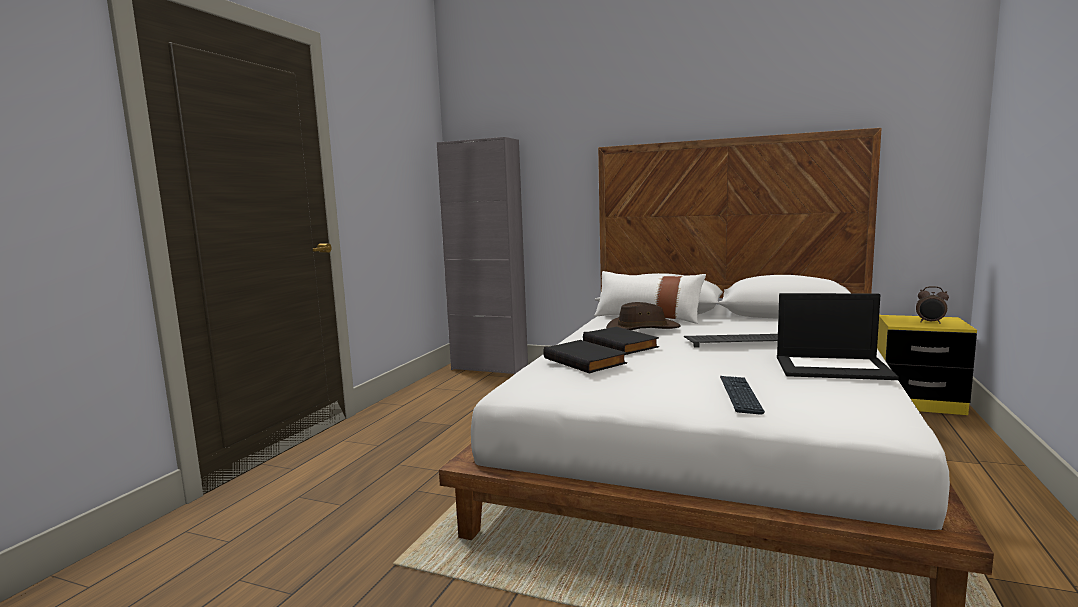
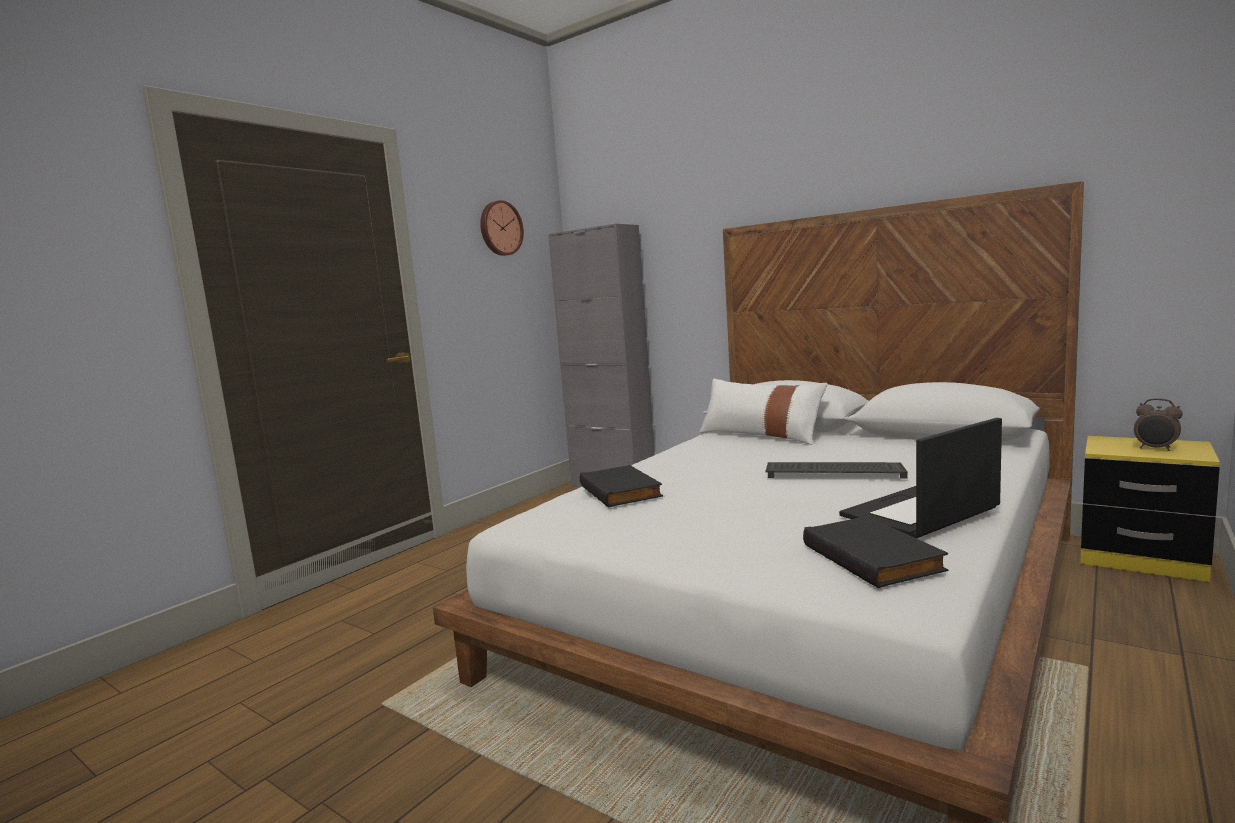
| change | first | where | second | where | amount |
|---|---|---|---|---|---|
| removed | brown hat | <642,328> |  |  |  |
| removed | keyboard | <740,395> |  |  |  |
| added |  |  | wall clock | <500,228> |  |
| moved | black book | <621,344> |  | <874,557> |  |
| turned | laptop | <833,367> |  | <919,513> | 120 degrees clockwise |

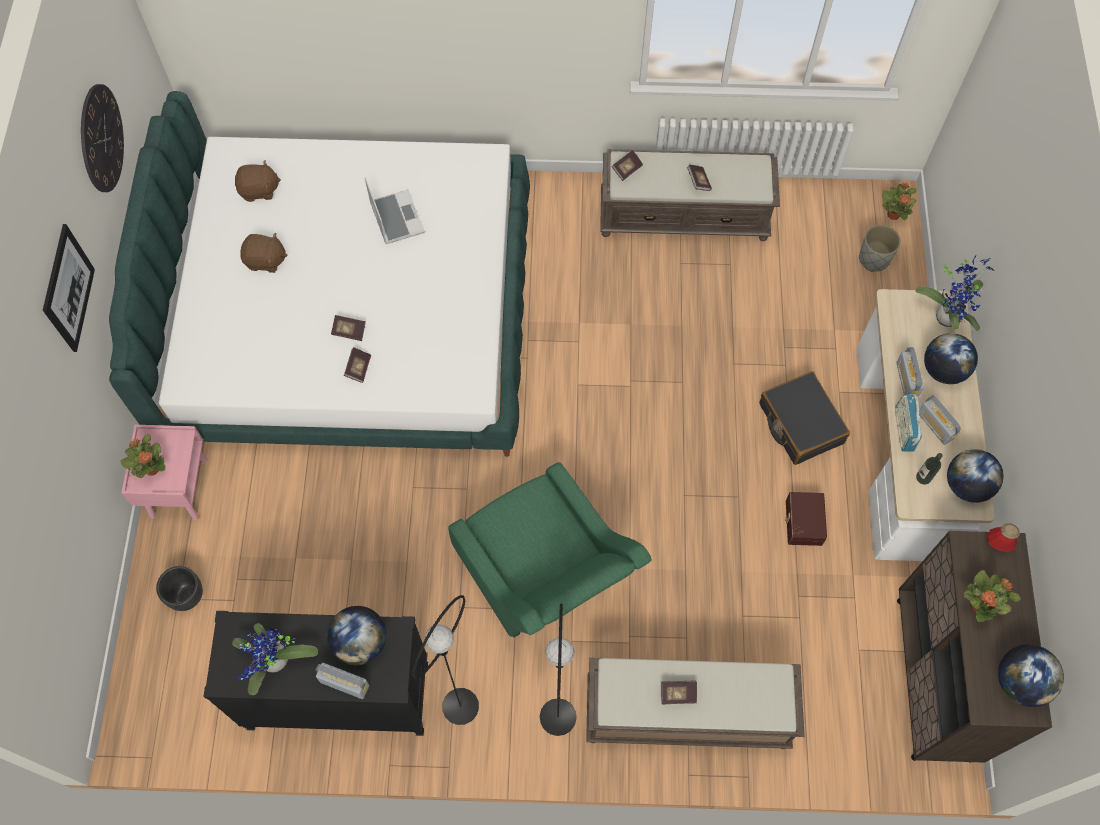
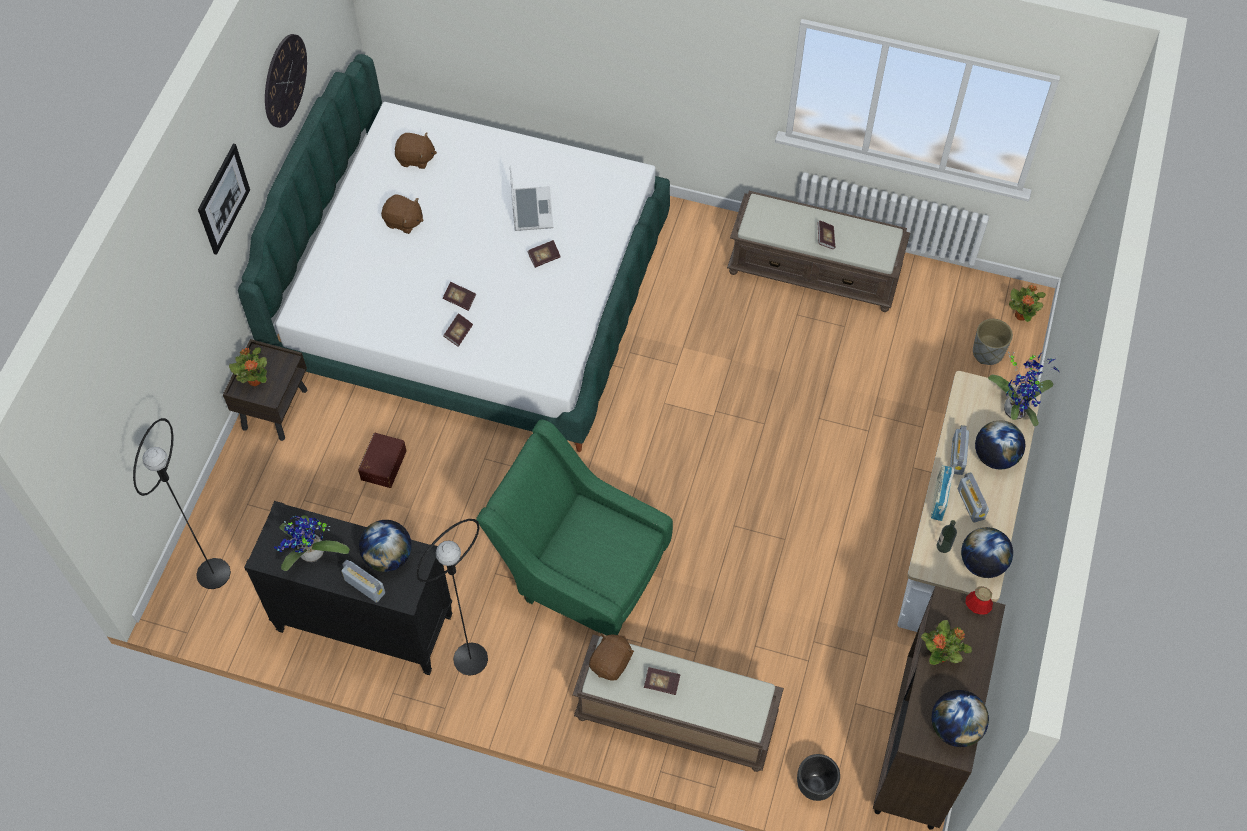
| change | first | where | second | where | amount |
|---|---|---|---|---|---|
| removed | black suitcase | <800,423> |  |  |  |
| added |  |  | brown plush toy | <611,663> |  |
| moved | black planter | <186,596> |  | <814,785> |  |
| moved | black floor lamp | <558,717> |  | <213,574> |  |
| moved | book | <627,169> |  | <544,257> |  |
| moved | brown storage box | <802,522> |  | <382,464> |  |
| recoloured | pink nightstand | <179,487> | brown nightstand | <275,408> |  |
| turned | green armchair | <545,581> |  | <580,569> | 135 degrees clockwise |

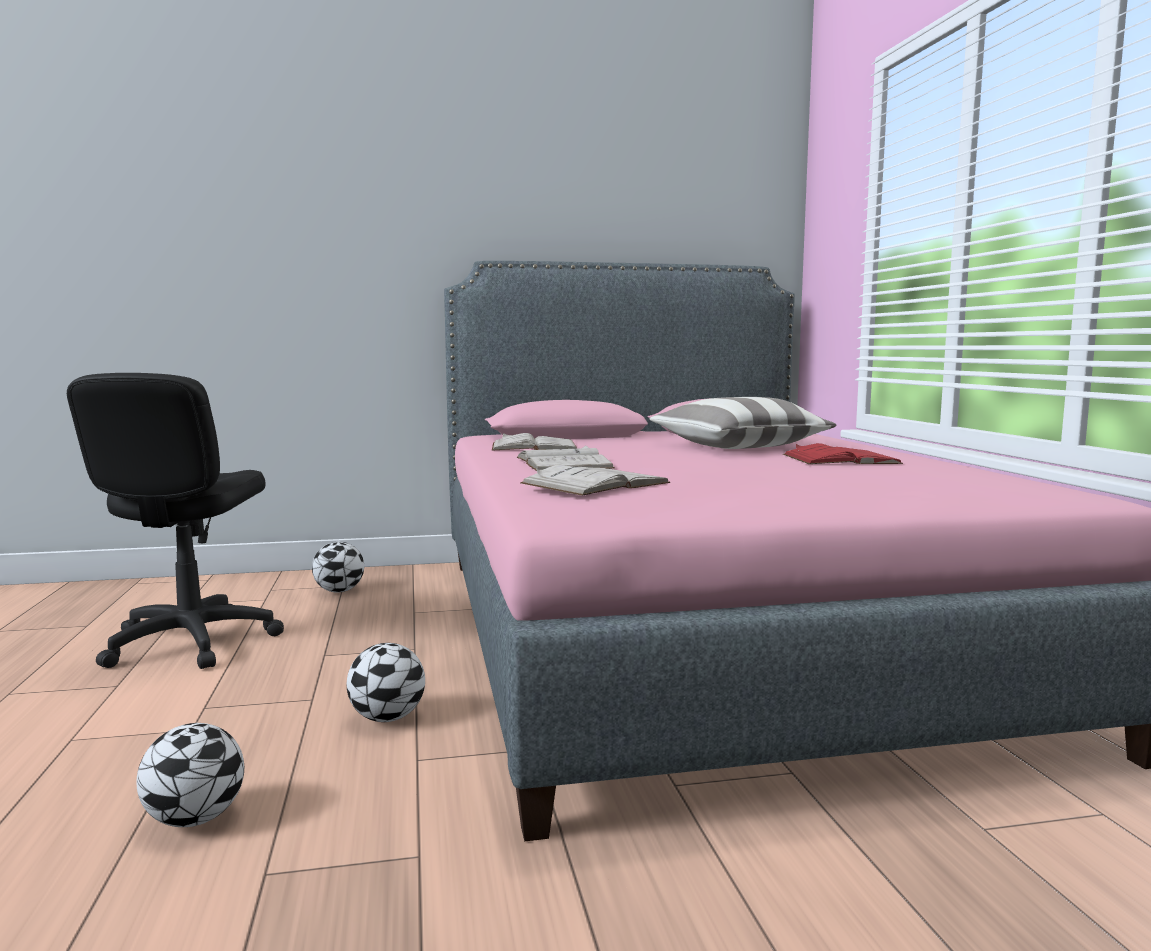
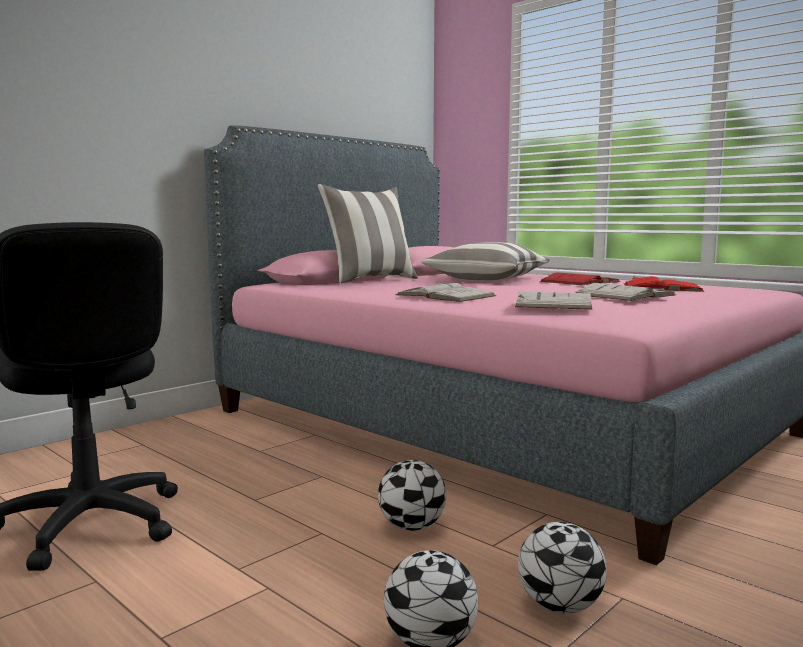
| change | first | where | second | where | amount |
|---|---|---|---|---|---|
| added |  |  | pillow | <370,280> |  |
| added |  |  | red book | <661,287> |  |
| moved | football | <339,591> |  | <560,607> |  |
| moved | white book | <534,446> |  | <624,295> |  |

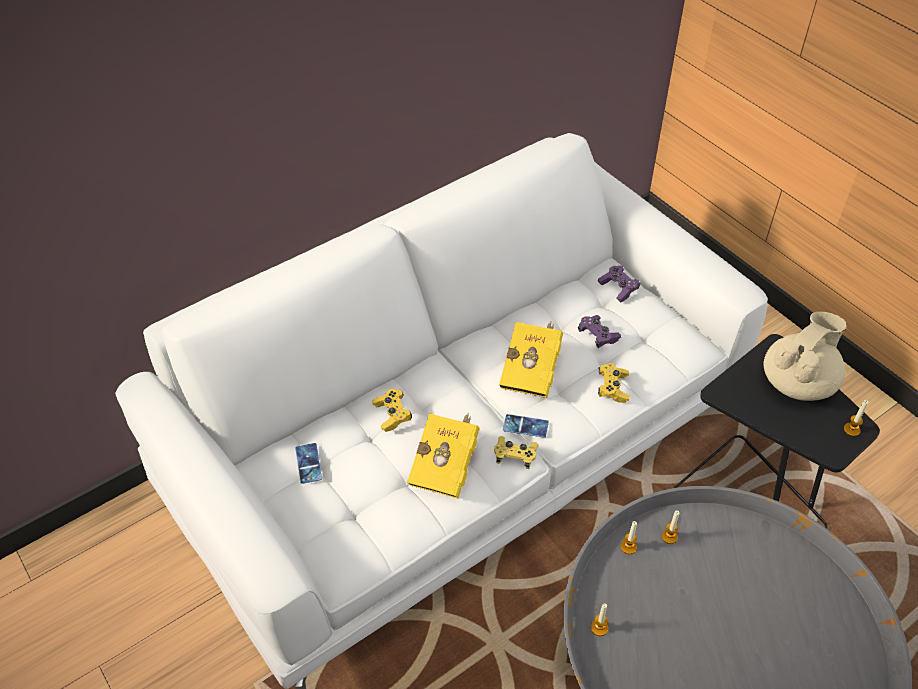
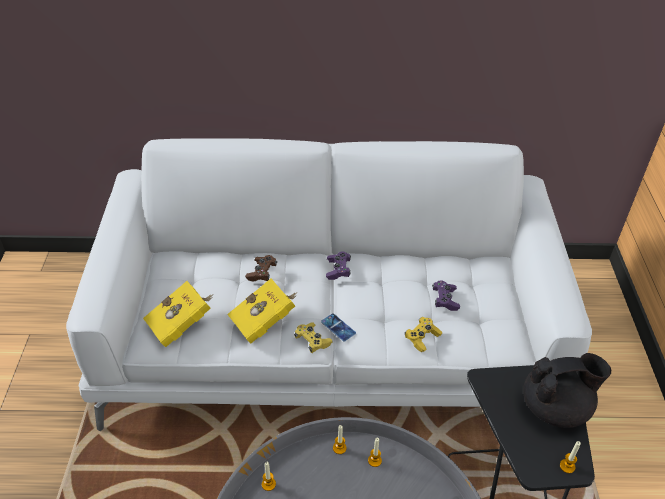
| change | first | where | second | where | amount |
|---|---|---|---|---|---|
| removed | phone | <308,463> |  |  |  |
| moved | yellow book | <532,370> |  | <182,323> |  |
| moved | purple game controller | <618,288> |  | <338,270> |  |
| recoloured | yellow game controller | <392,414> | brown game controller | <262,273> |  |
| recoloured | beige teapot | <798,382> | black teapot | <556,407> |  |

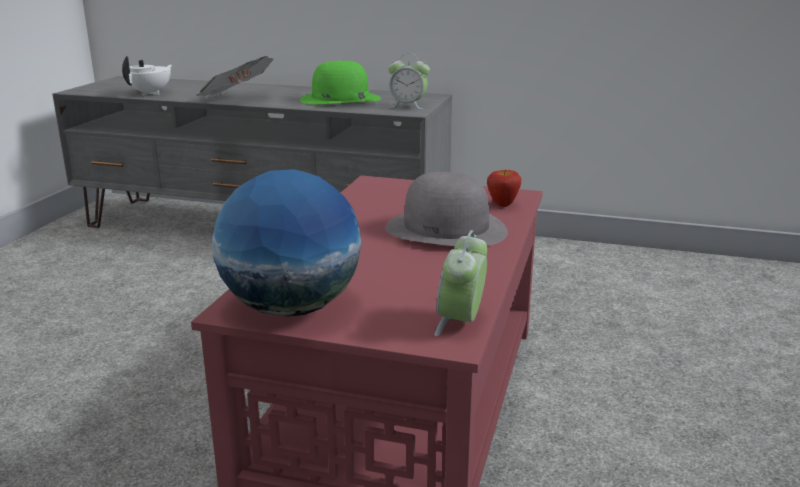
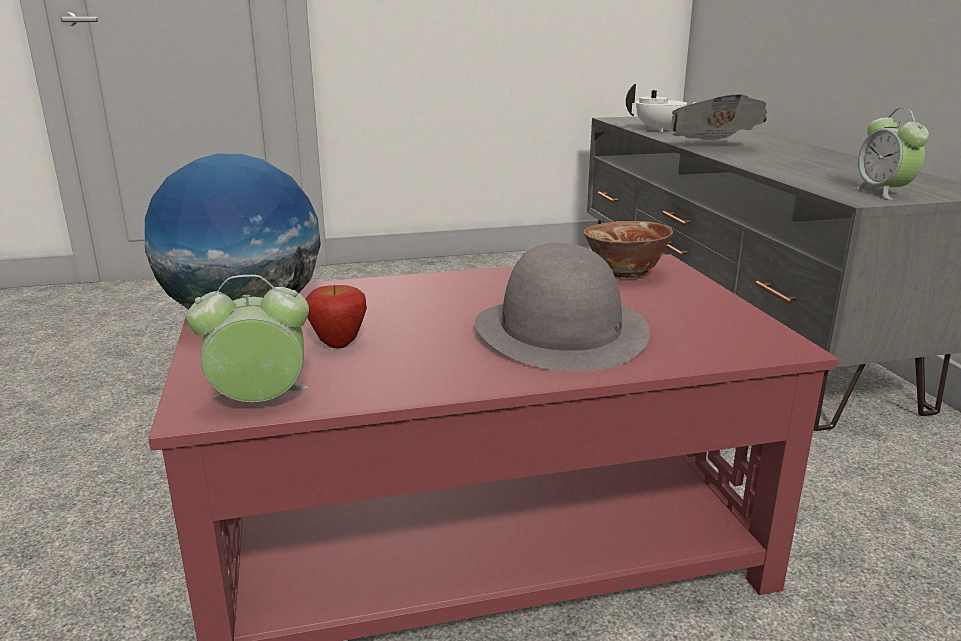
| change | first | where | second | where | amount |
|---|---|---|---|---|---|
| removed | green hat | <340,99> |  |  |  |
| added |  |  | bowl | <625,273> |  |
| moved | apple | <502,205> |  | <338,344> |  |

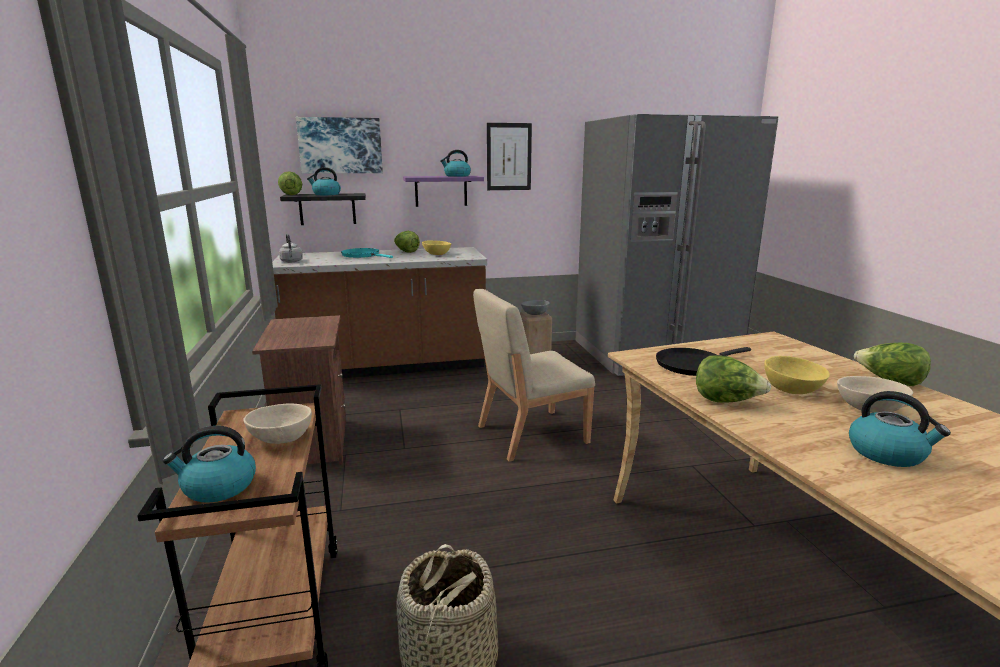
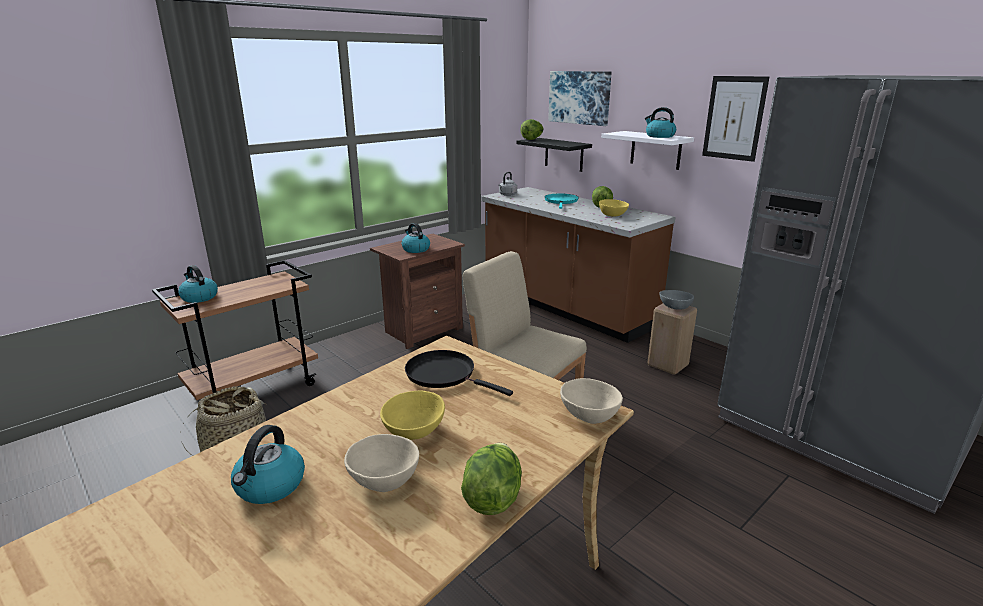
| change | first | where | second | where | amount |
|---|---|---|---|---|---|
| removed | lettuce | <726,401> |  |  |  |
| moved | beige bowl | <281,438> |  | <589,415> |  |
| moved | kettle | <326,194> |  | <415,249> |  |
| recoloured | purple shelf | <441,191> | white shelf | <655,150> |  |

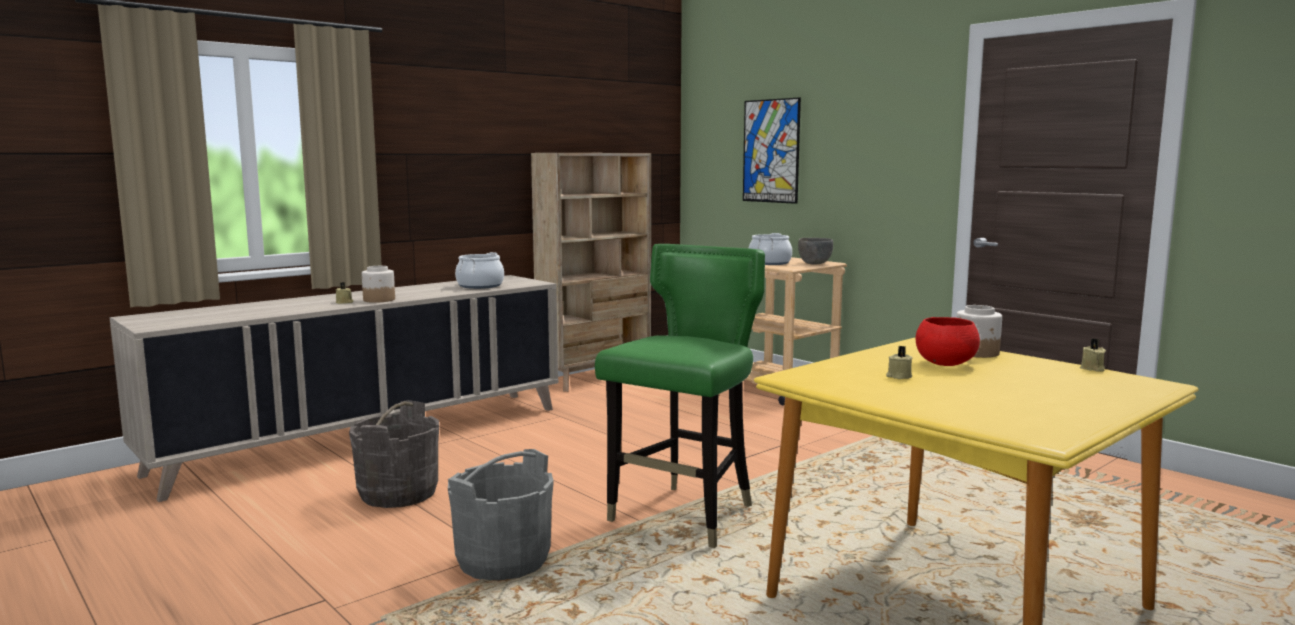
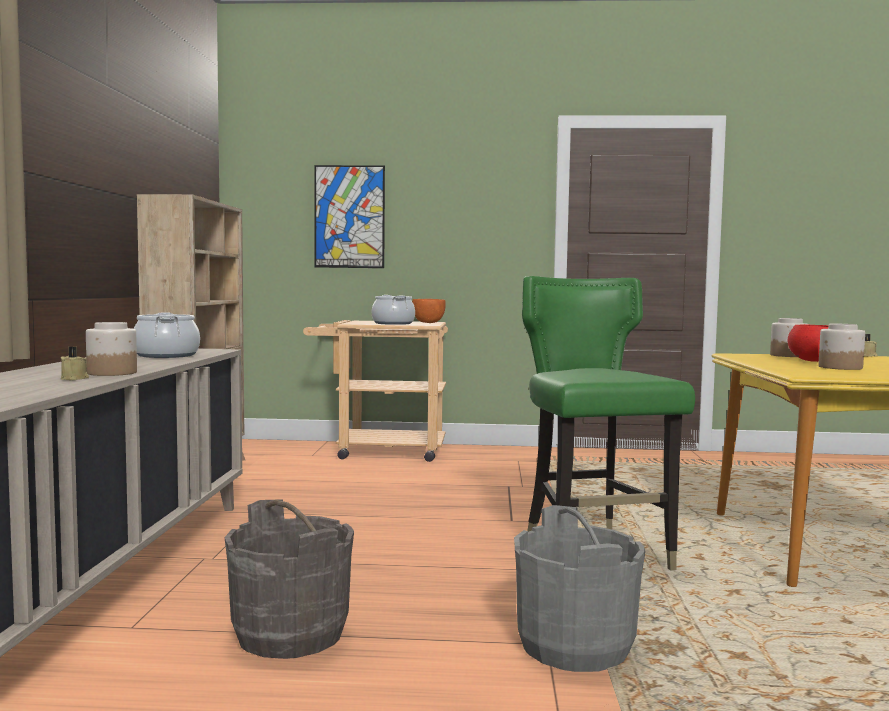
| change | first | where | second | where | amount |
|---|---|---|---|---|---|
| replaced | beige candle | <898,376> | jar | <840,367> |  |
| recoloured | grey bowl | <814,263> | orange bowl | <428,322> |  |

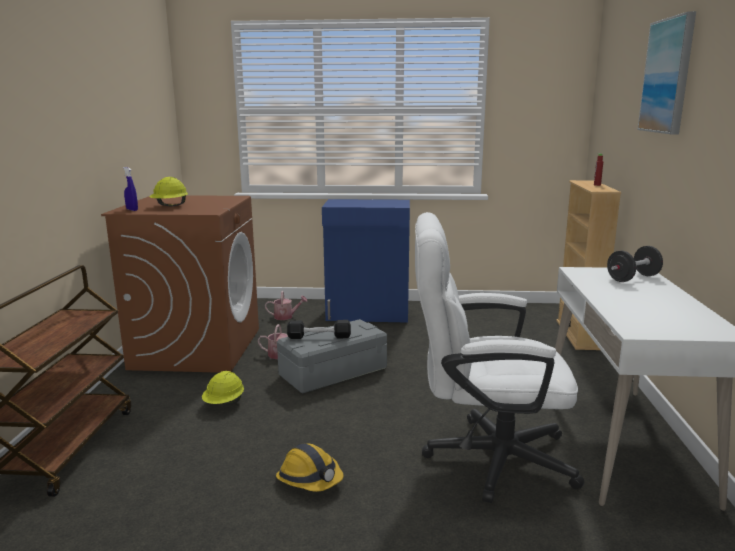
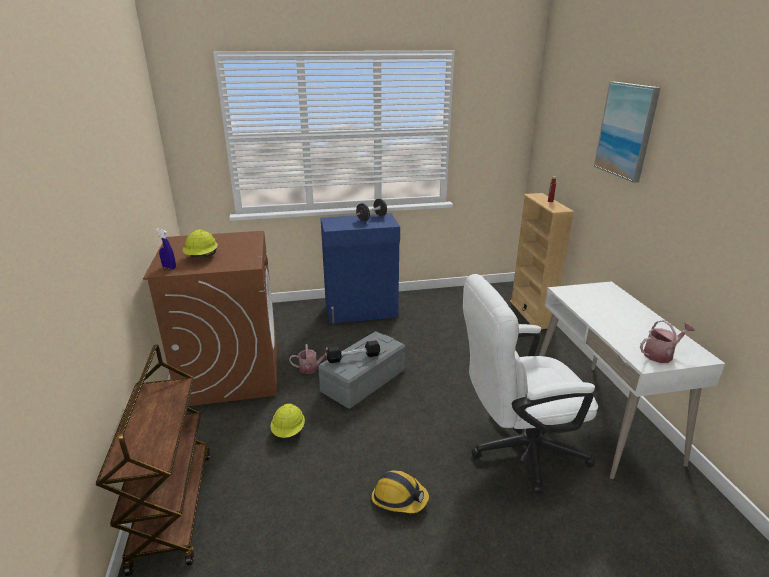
| change | first | where | second | where | amount |
|---|---|---|---|---|---|
| moved | watering can | <286,317> |  | <661,354> |  |
| moved | black dumbbell | <633,278> |  | <371,218> |  |

